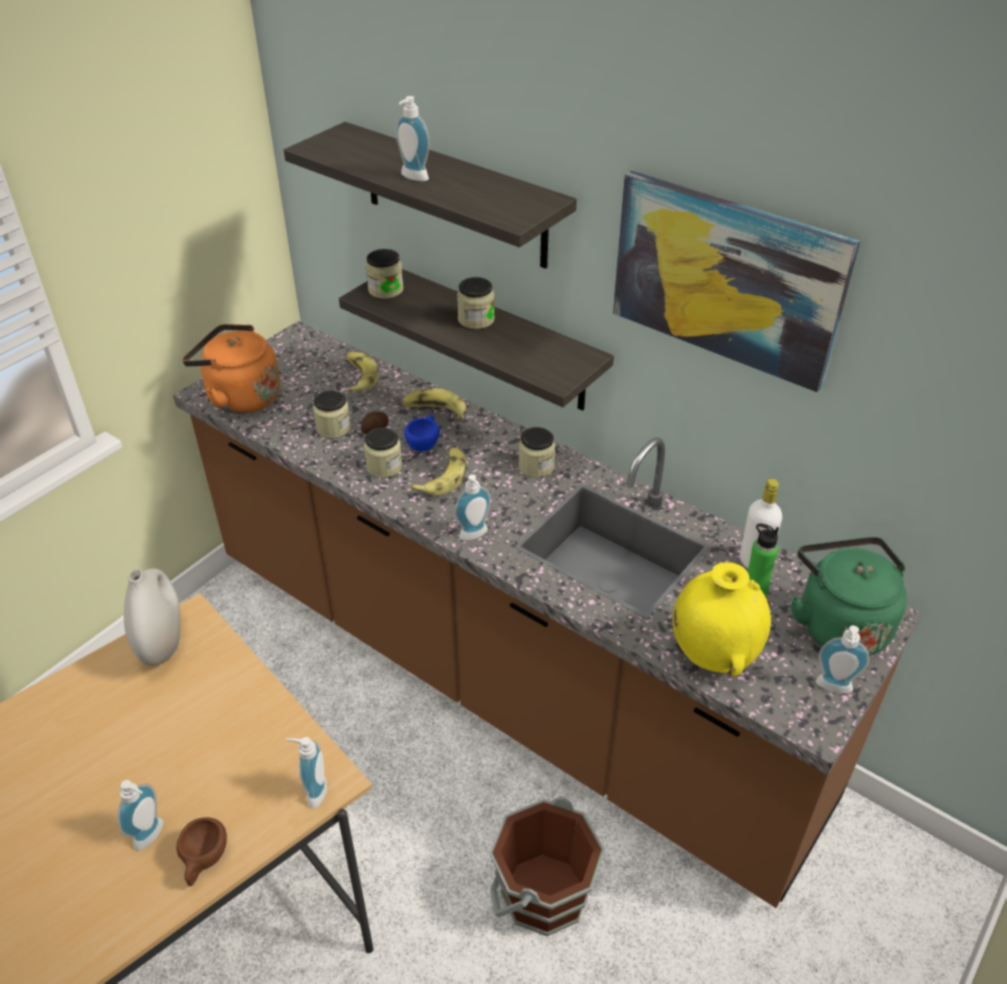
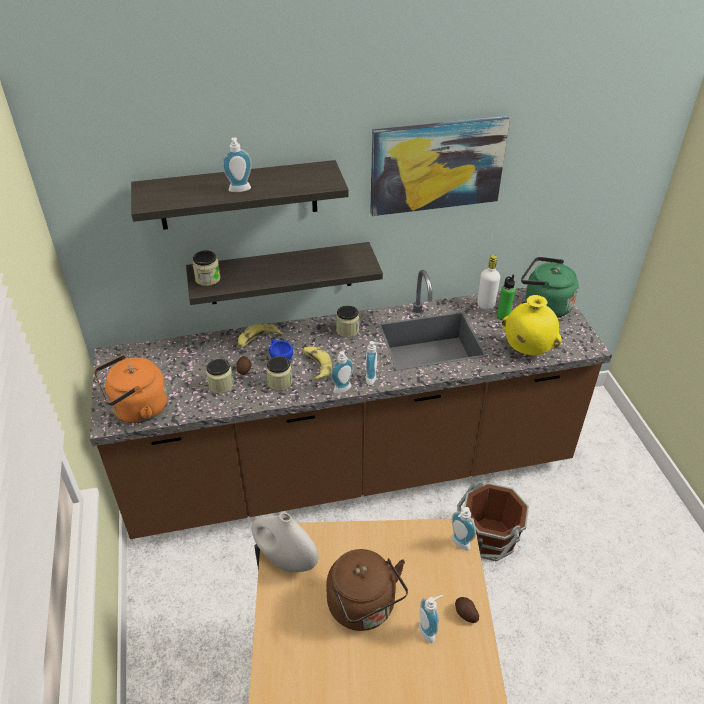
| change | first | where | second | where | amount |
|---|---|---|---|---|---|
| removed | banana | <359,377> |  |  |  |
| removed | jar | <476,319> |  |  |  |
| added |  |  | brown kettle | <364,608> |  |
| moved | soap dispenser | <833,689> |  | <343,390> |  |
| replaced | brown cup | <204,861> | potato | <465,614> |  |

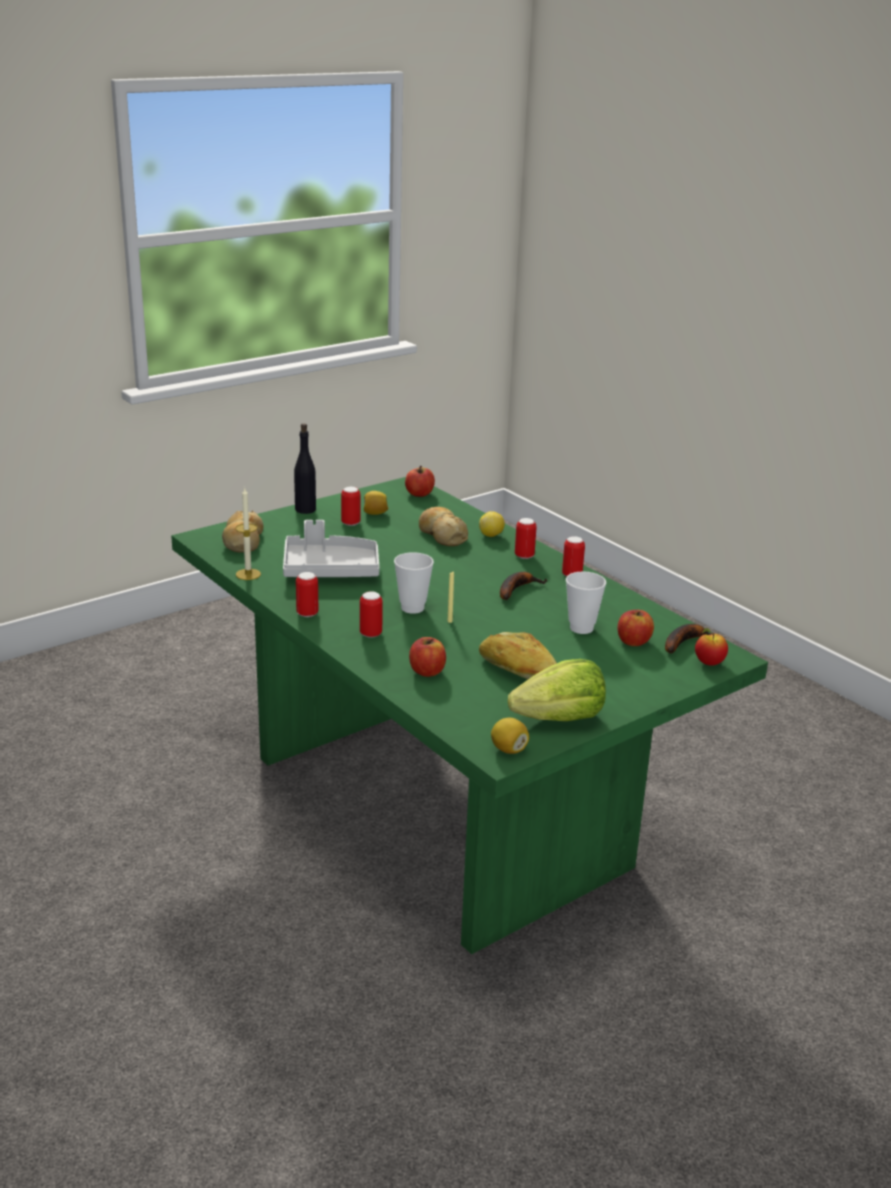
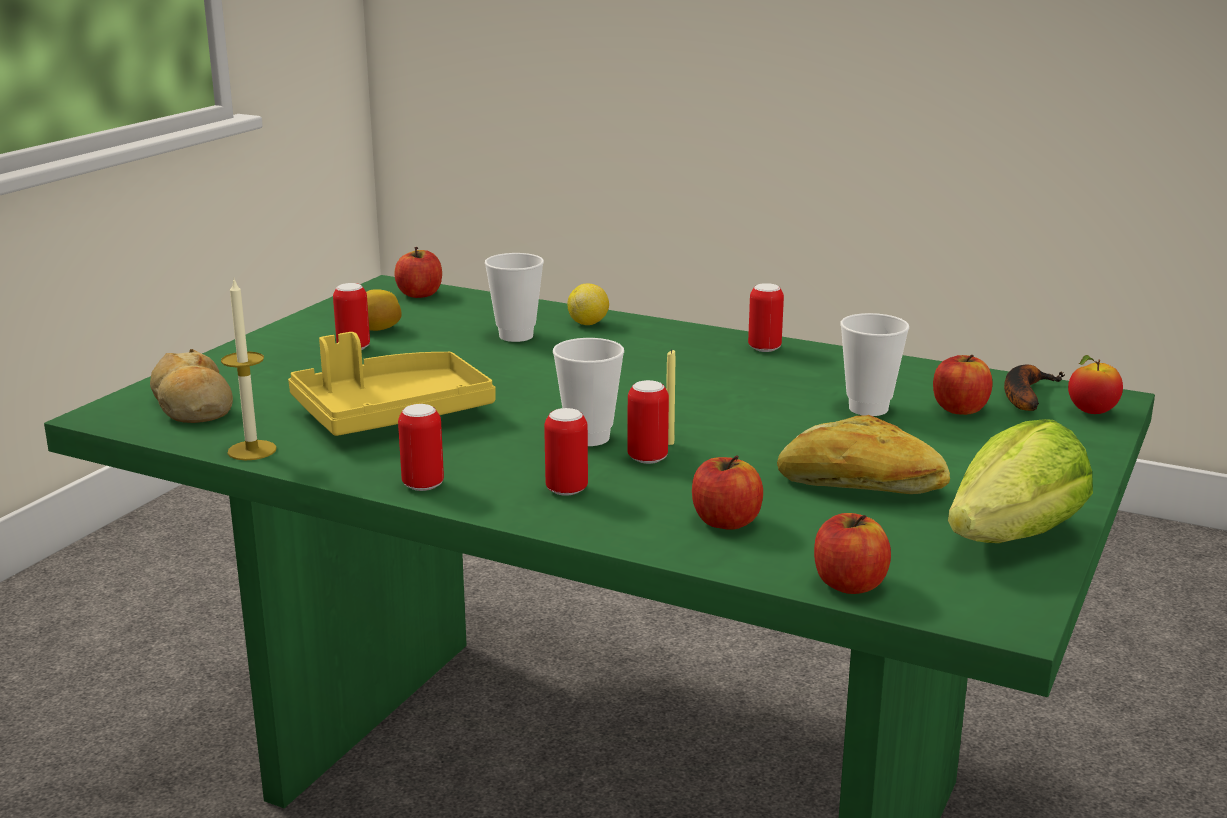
| change | first | where | second | where | amount |
|---|---|---|---|---|---|
| removed | black bottle | <305,509> |  |  |  |
| removed | lemon | <508,749> |  |  |  |
| removed | banana | <516,589> |  |  |  |
| added |  |  | apple | <849,584> |  |
| moved | can | <524,556> |  | <647,458> |  |
| replaced | bread | <442,535> | cup | <516,336> |  |
| recoloured | grey tray | <330,569> | yellow tray | <391,414> |  |

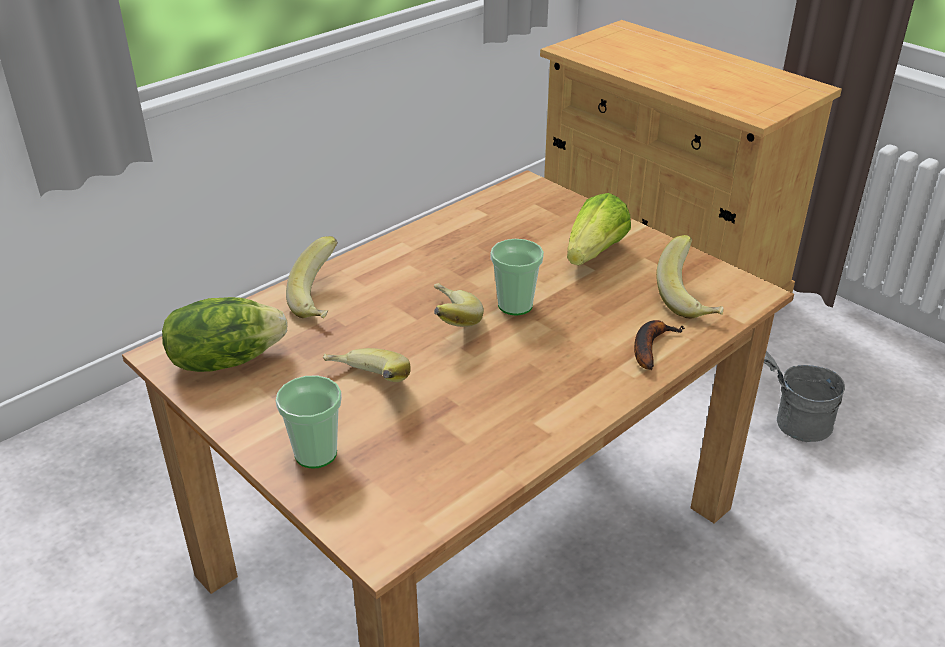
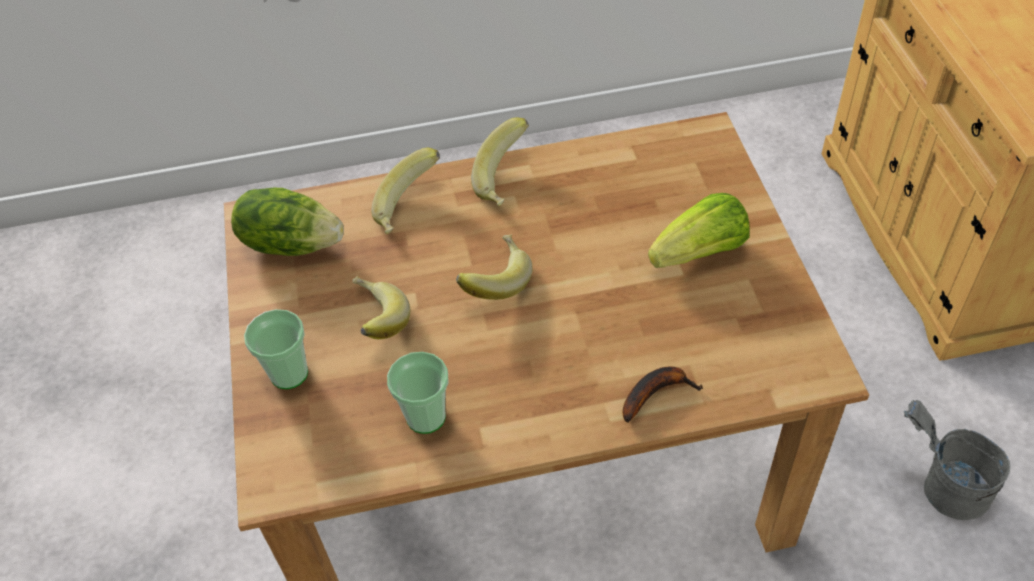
| change | first | where | second | where | amount |
|---|---|---|---|---|---|
| moved | cup | <515,305> |  | <426,417> |  |
| moved | banana | <691,299> |  | <506,181> |  |

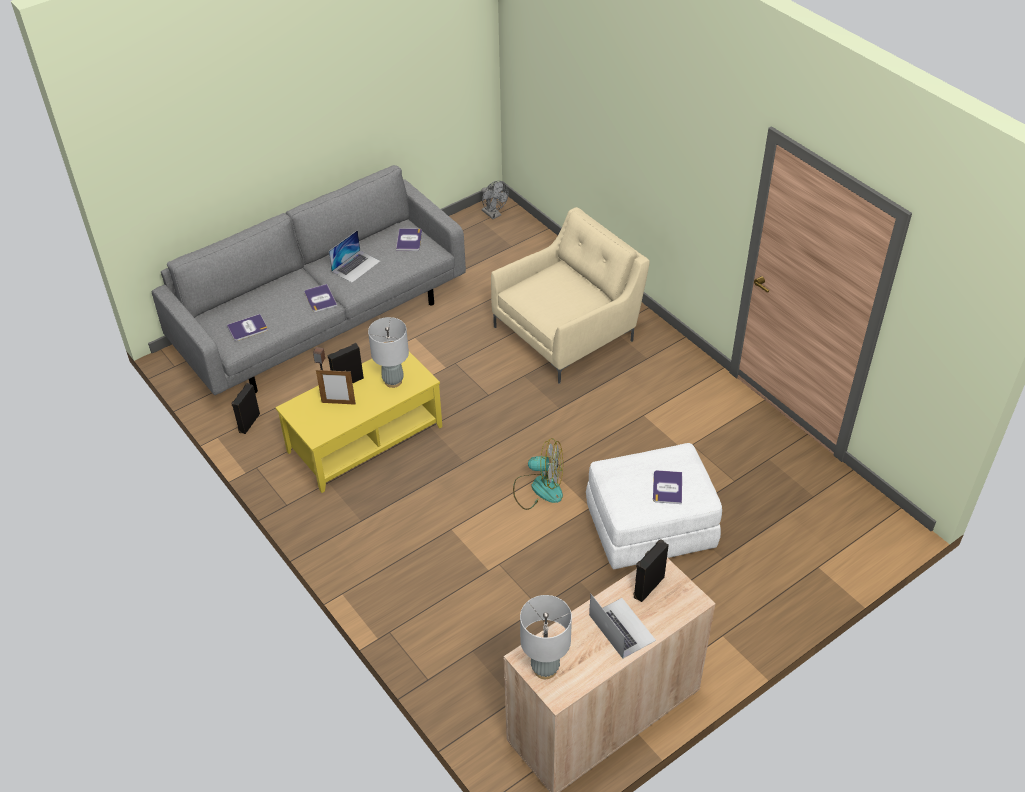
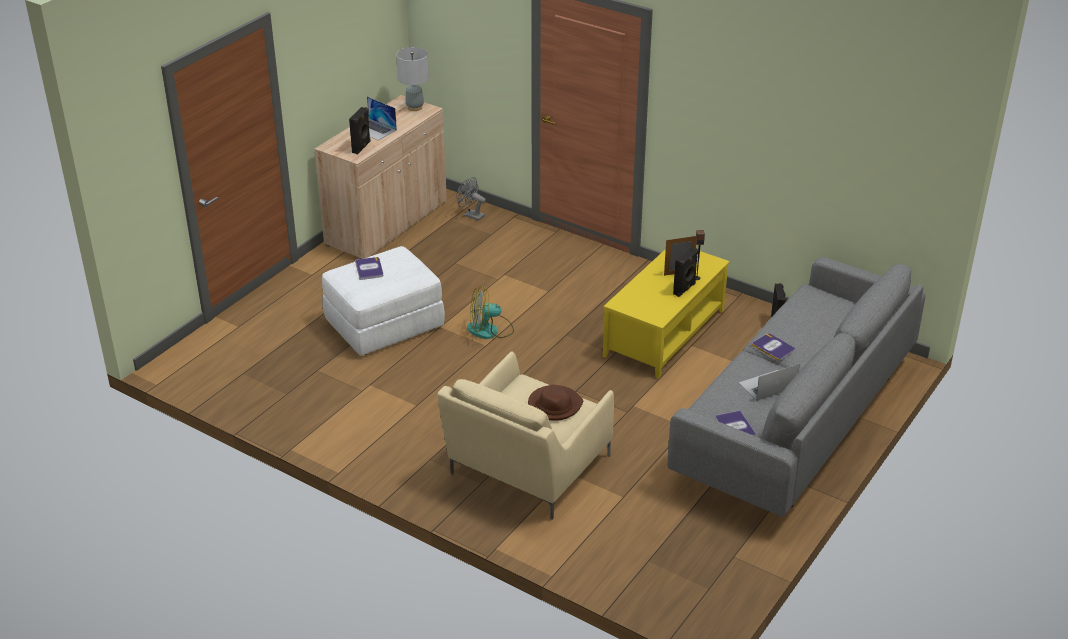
| change | first | where | second | where | amount |
|---|---|---|---|---|---|
| removed | book | <247,328> |  |  |  |
| removed | grey table lamp | <393,381> |  |  |  |
| added |  |  | brown hat | <554,405> |  |
| moved | grey fan | <493,214> |  | <471,215> |  |
| turned | laptop | <356,266> |  | <767,385> | 45 degrees clockwise |

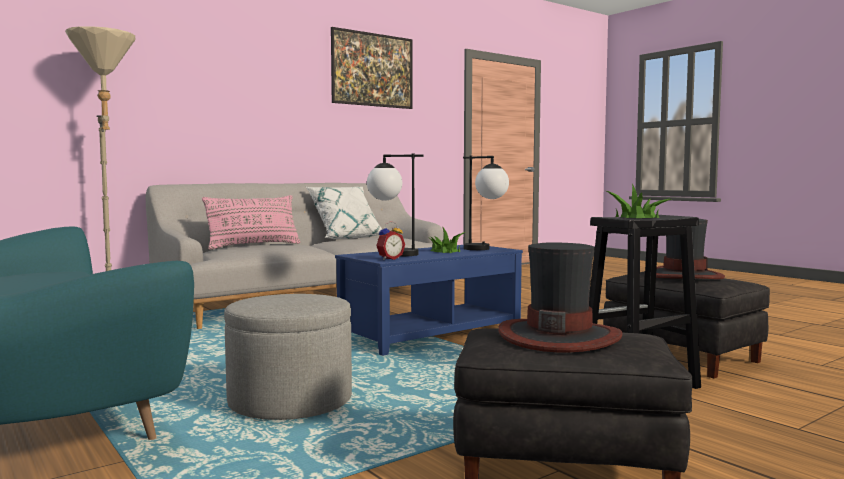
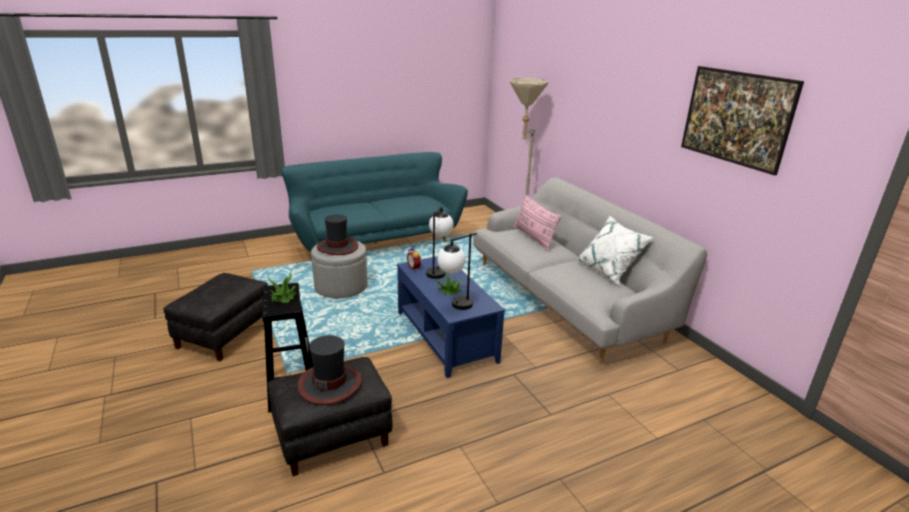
| change | first | where | second | where | amount |
|---|---|---|---|---|---|
| moved | hat | <559,336> |  | <338,247> |  |

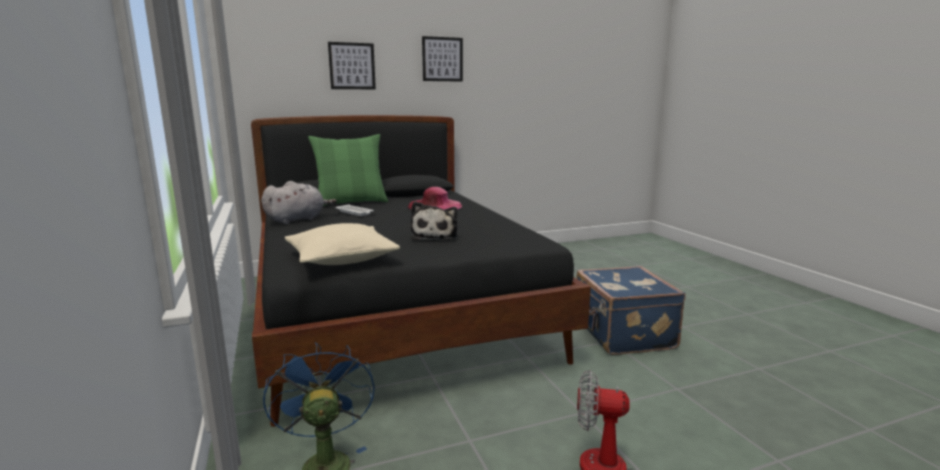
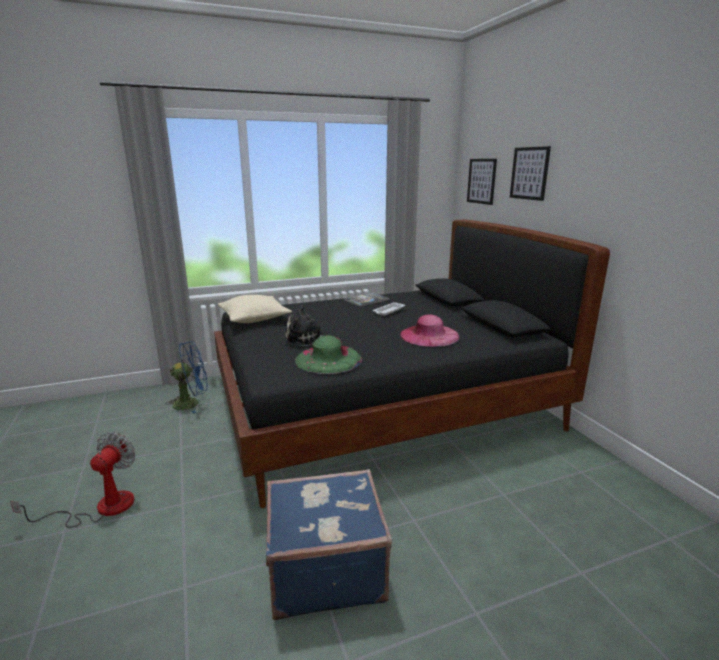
| change | first | where | second | where | amount |
|---|---|---|---|---|---|
| removed | green pillow | <351,203> |  |  |  |
| added |  |  | green hat | <328,359> |  |
| moved | picture | <442,59> |  | <481,181> |  |
| replaced | grey plush toy | <297,220> | book | <366,300> |  |

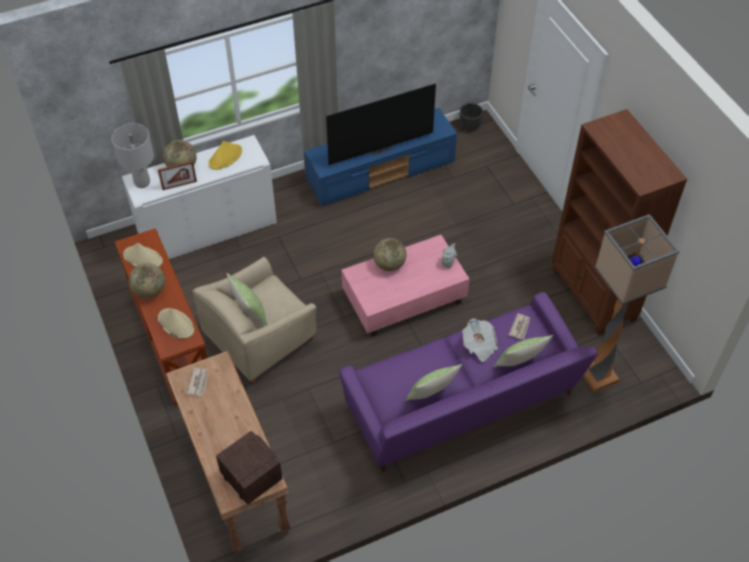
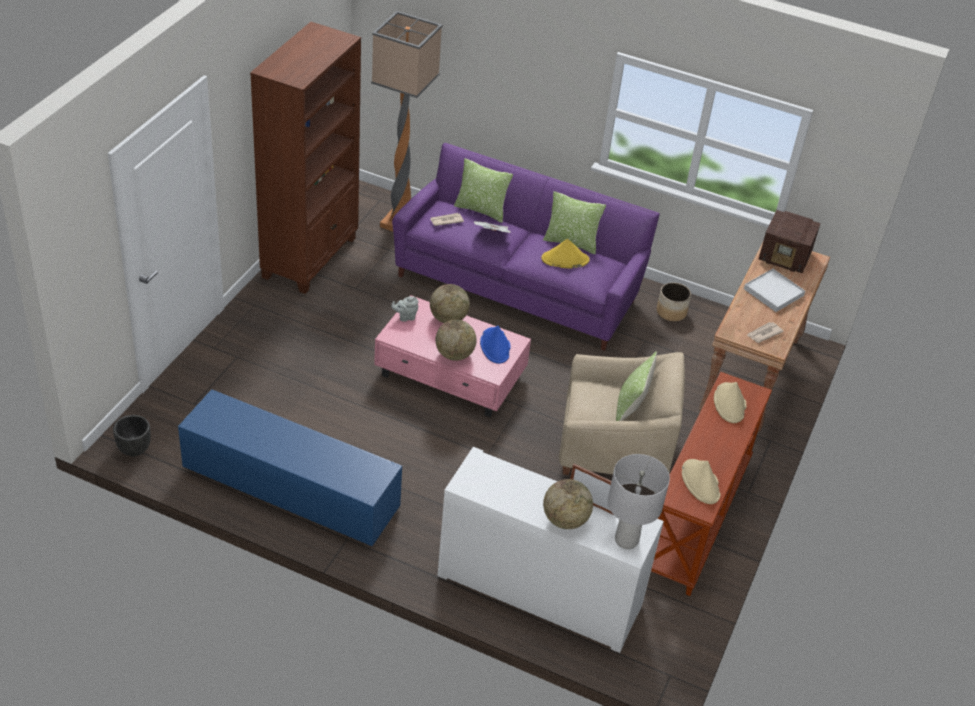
| change | first | where | second | where | amount |
|---|---|---|---|---|---|
| removed | television | <379,147> |  |  |  |
| added |  |  | blue hat | <495,346> |  |
| added |  |  | planter | <671,312> |  |
| added |  |  | white tray | <773,292> |  |
| moved | globe | <150,291> |  | <448,319> |  |
| moved | yellow hat | <225,157> |  | <565,259> |  |
| turned | radio | <251,476> |  | <785,258> | 75 degrees counterclockwise |

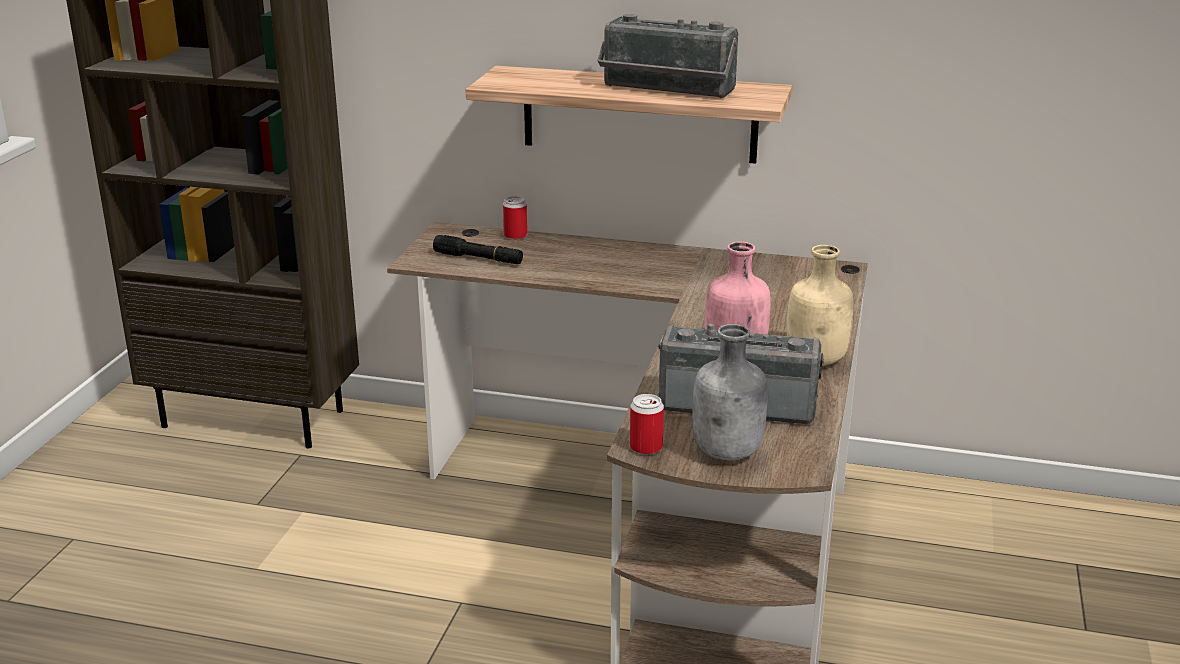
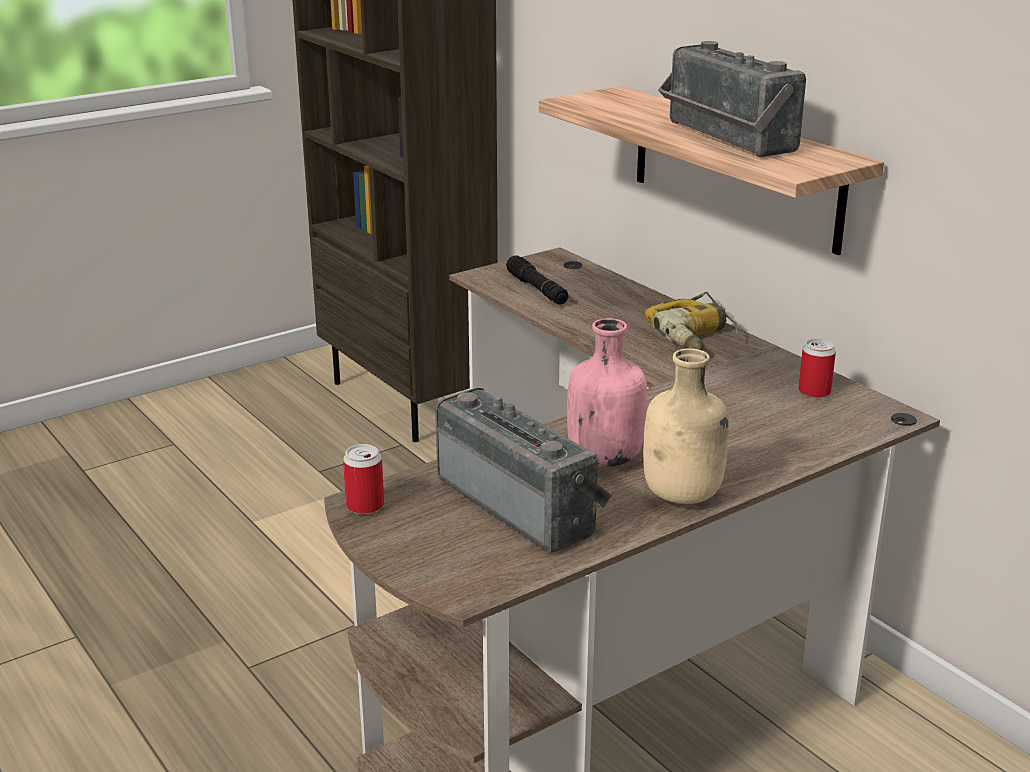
| change | first | where | second | where | amount |
|---|---|---|---|---|---|
| removed | grey bottle | <728,453> |  |  |  |
| added |  |  | power drill | <695,335> |  |
| moved | can | <515,236> |  | <814,392> |  |

